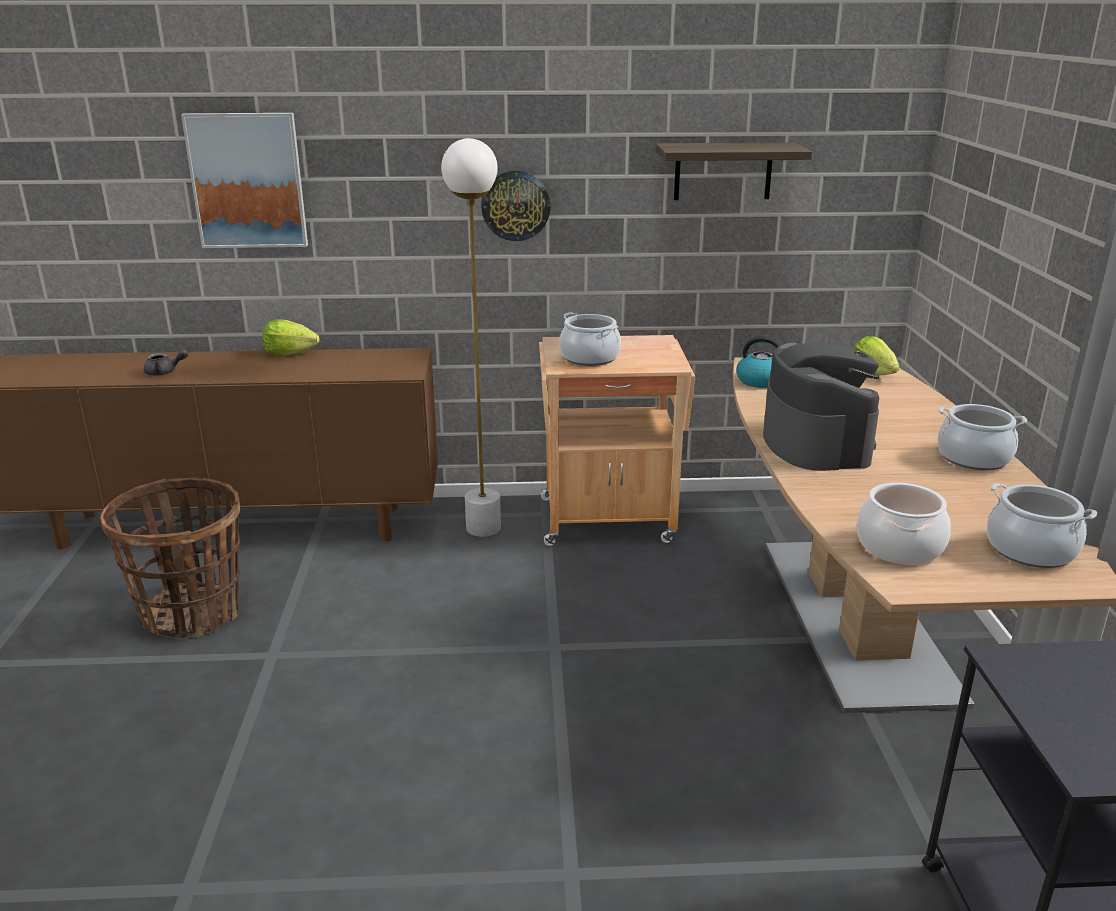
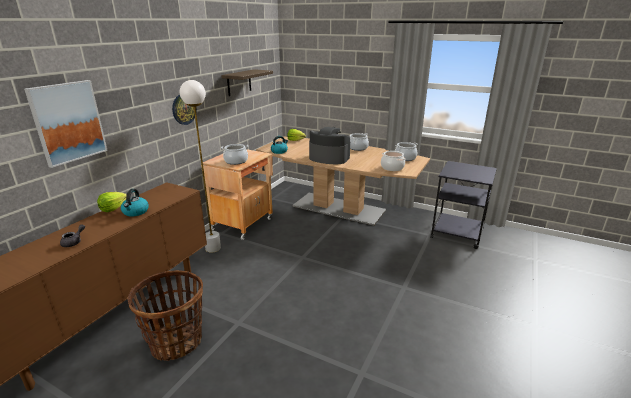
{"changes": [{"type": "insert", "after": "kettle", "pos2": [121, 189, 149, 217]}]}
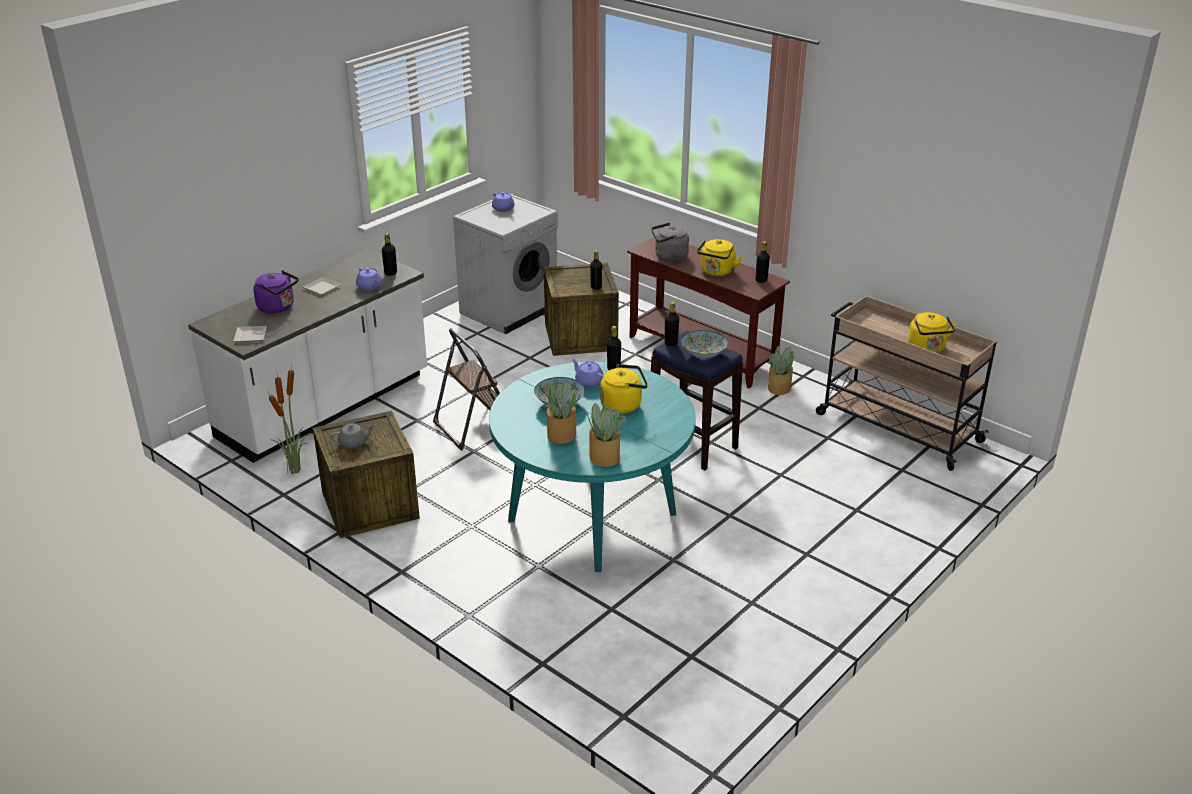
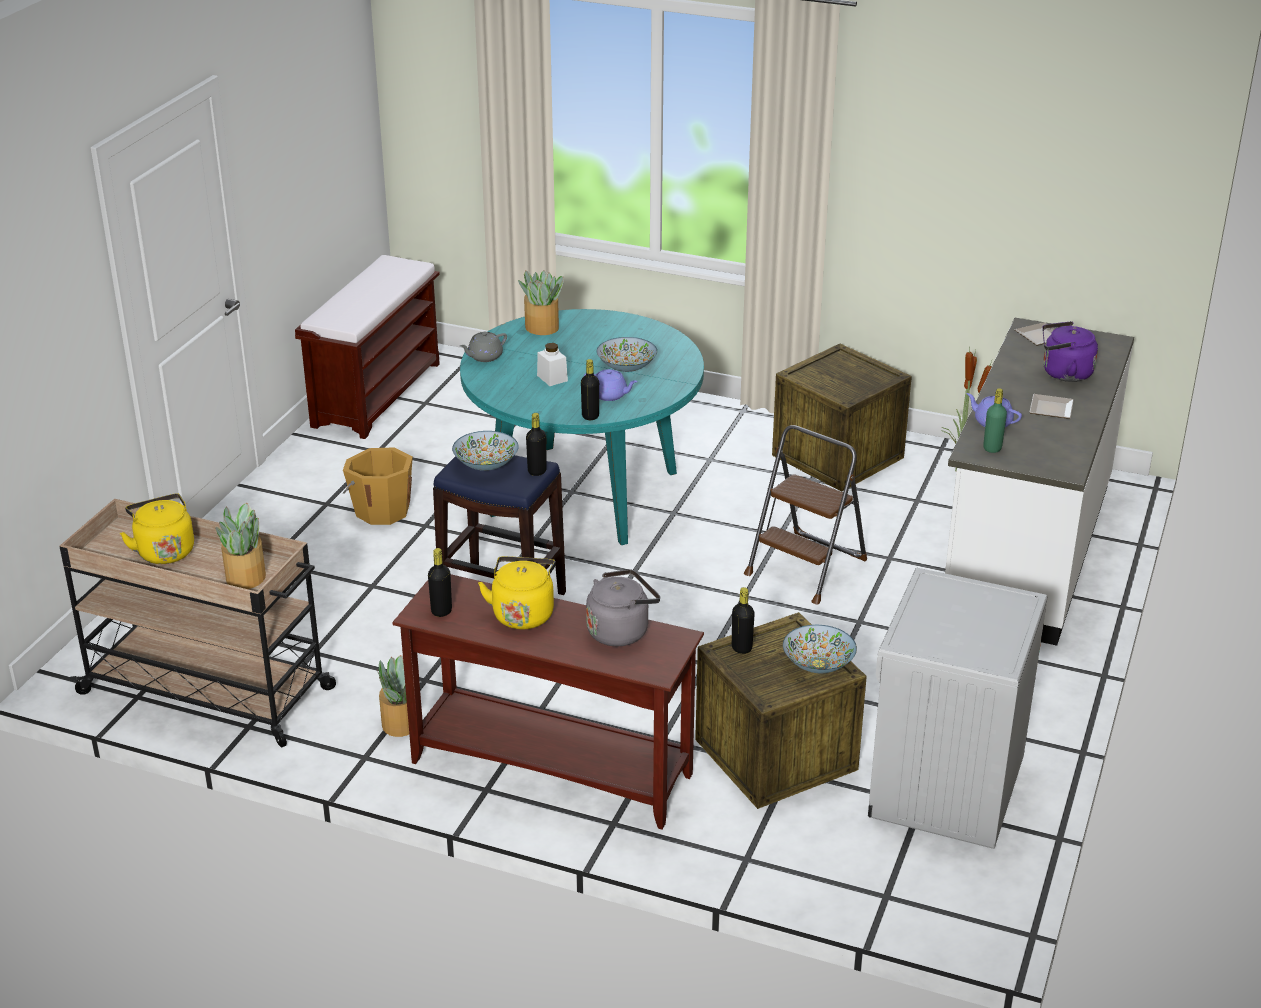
{"changes": [{"type": "delete", "before": "purple-coloured tea pot", "pos1": [492, 192, 514, 212]}, {"type": "insert", "after": "brown indoor bench", "pos2": [295, 255, 440, 439]}, {"type": "insert", "after": "orangey pail", "pos2": [343, 447, 413, 525]}, {"type": "insert", "after": "serving bowl", "pos2": [783, 625, 857, 673]}, {"type": "move", "before": "grey tea pot", "pos1": [330, 423, 376, 449], "pos2": [460, 331, 507, 362]}, {"type": "move", "before": "potted plant", "pos1": [547, 382, 577, 444], "pos2": [215, 503, 266, 589]}, {"type": "replace", "before": "yellow kettle", "after": "white-coloured preserve jar", "pos1": [600, 364, 648, 414], "pos2": [537, 343, 568, 386]}, {"type": "recolor", "before": "black-coloured bottle", "after": "green-coloured bottle", "pos1": [382, 233, 397, 276], "pos2": [983, 388, 1007, 453]}]}
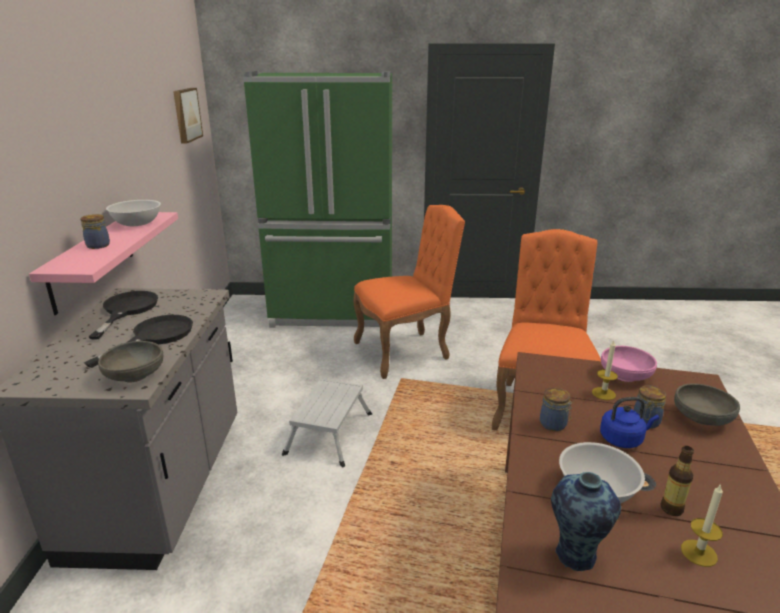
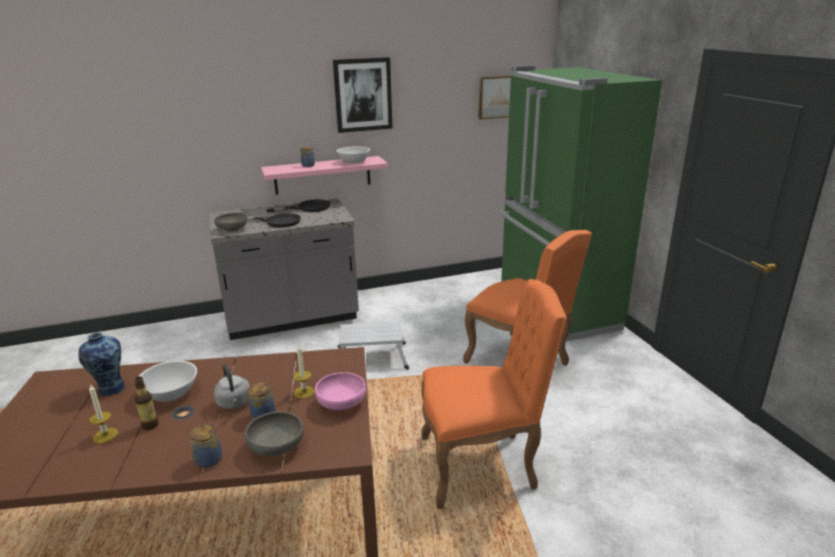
{"changes": [{"type": "insert", "after": "picture", "pos2": [333, 57, 392, 133]}, {"type": "move", "before": "preserve jar", "pos1": [540, 388, 572, 431], "pos2": [190, 424, 222, 468]}, {"type": "recolor", "before": "blue kettle", "after": "grey kettle", "pos1": [600, 397, 659, 448], "pos2": [214, 363, 250, 409]}]}
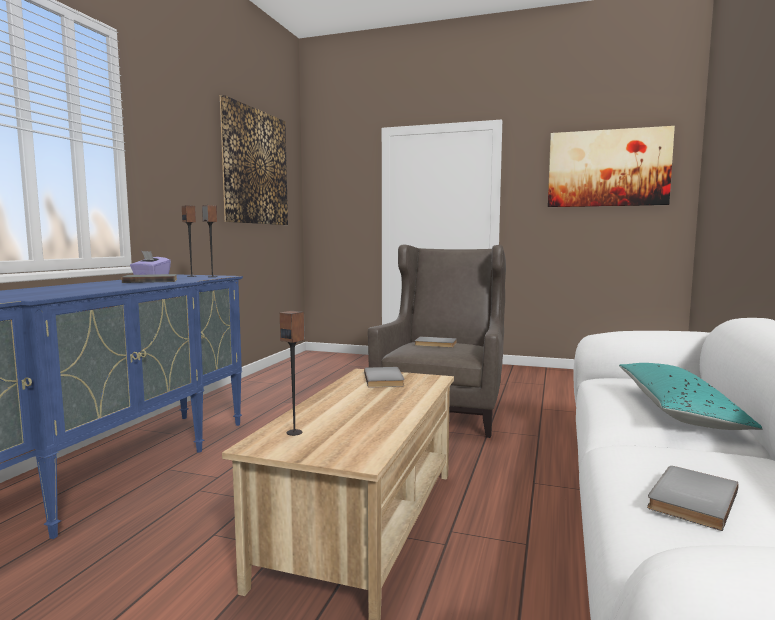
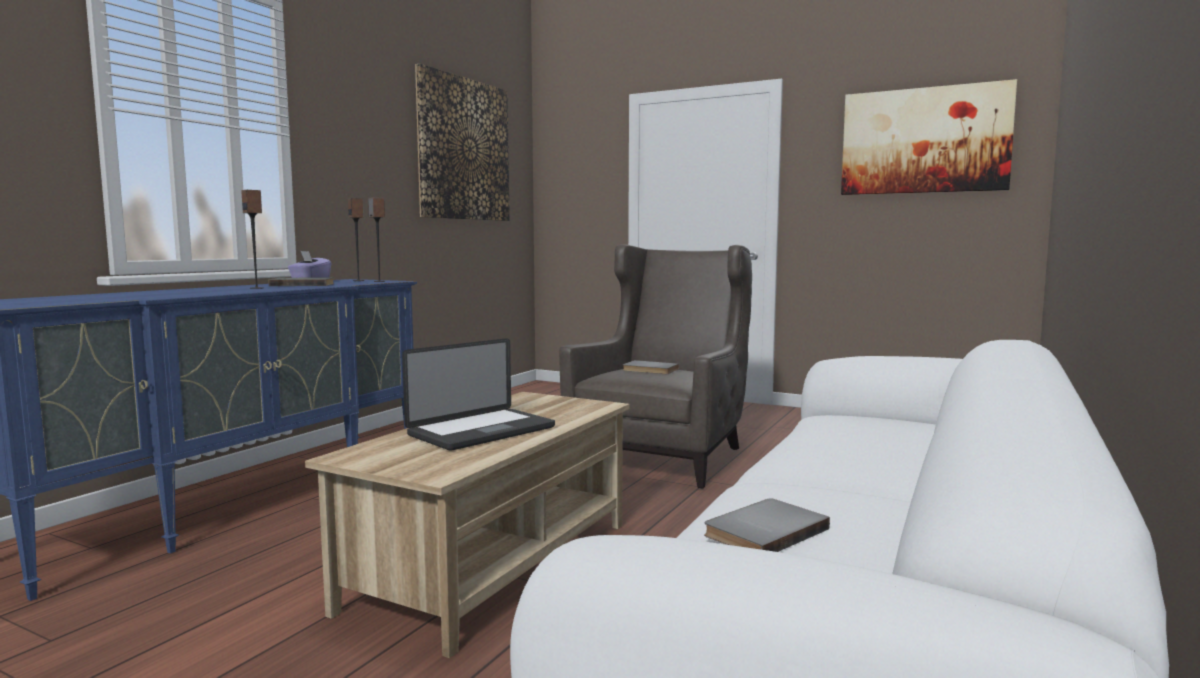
{"changes": [{"type": "delete", "before": "grey book", "pos1": [364, 367, 404, 388]}, {"type": "delete", "before": "turquoise cushion", "pos1": [619, 363, 762, 430]}, {"type": "insert", "after": "portable computer", "pos2": [402, 338, 555, 451]}, {"type": "move", "before": "audio speaker", "pos1": [280, 311, 305, 436], "pos2": [241, 190, 263, 289]}]}
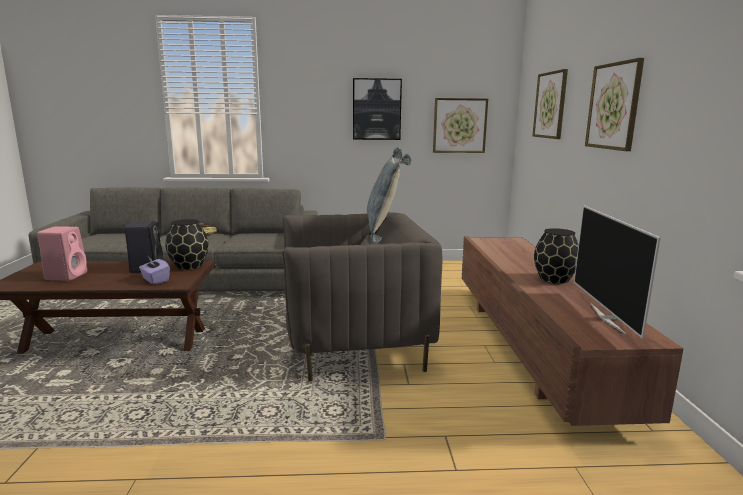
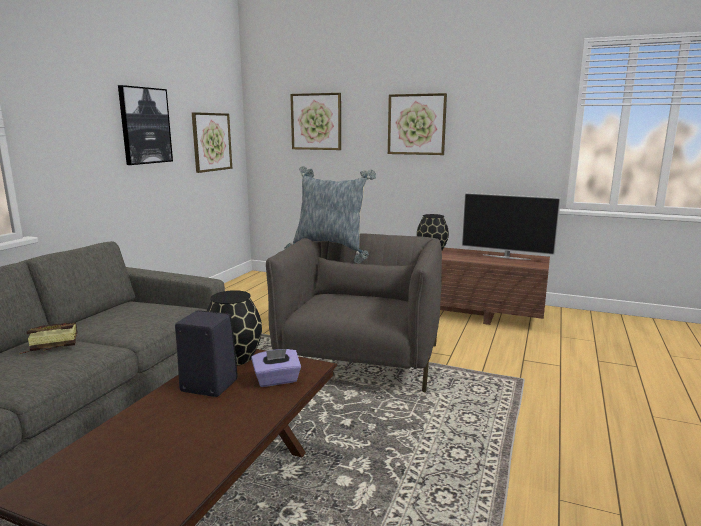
{"changes": [{"type": "delete", "before": "pinkish audio speaker", "pos1": [37, 226, 87, 281]}]}
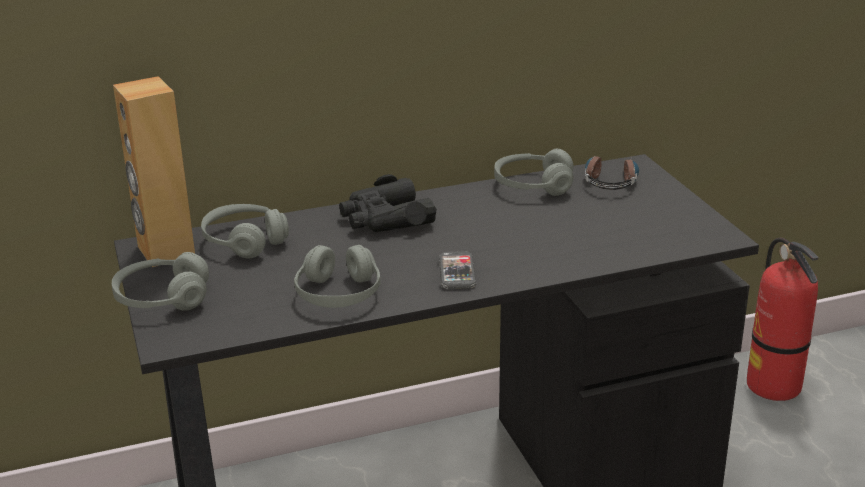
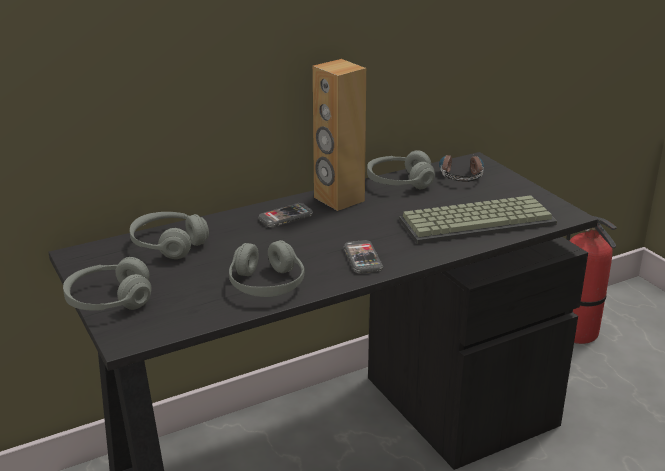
{"changes": [{"type": "insert", "after": "PC keyboard", "pos2": [399, 195, 557, 244]}, {"type": "move", "before": "brown audio speaker", "pos1": [113, 76, 195, 267], "pos2": [313, 59, 366, 211]}, {"type": "replace", "before": "black-coloured binoculars", "after": "handset", "pos1": [339, 174, 437, 232], "pos2": [258, 203, 313, 228]}]}
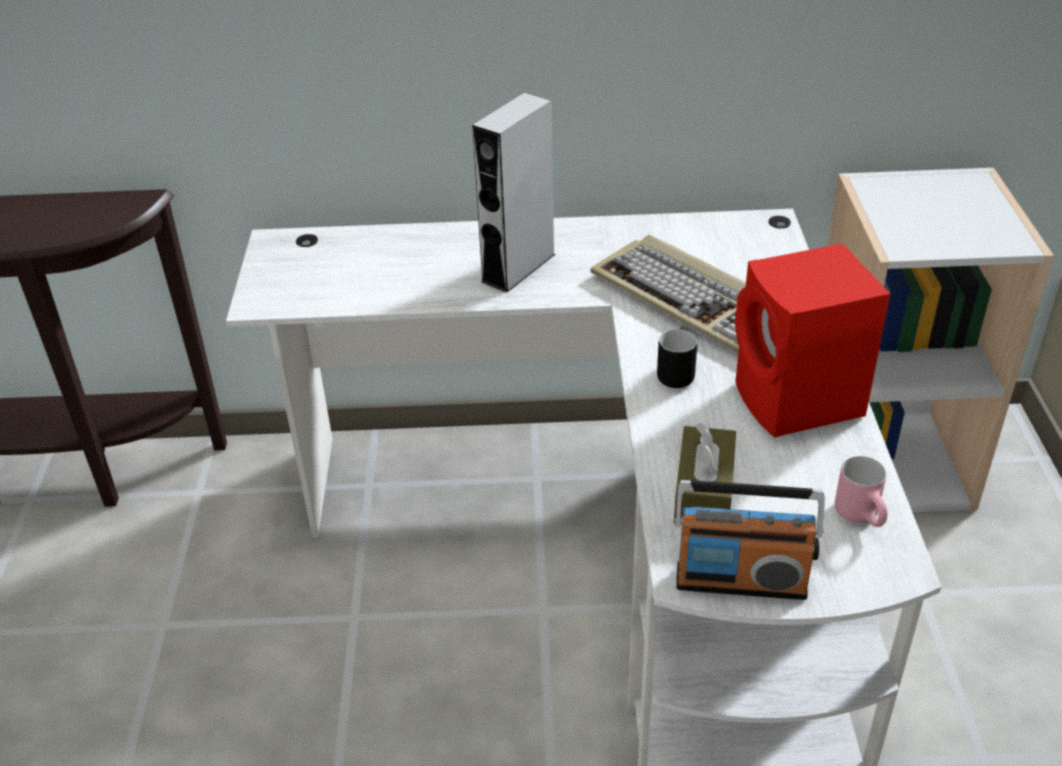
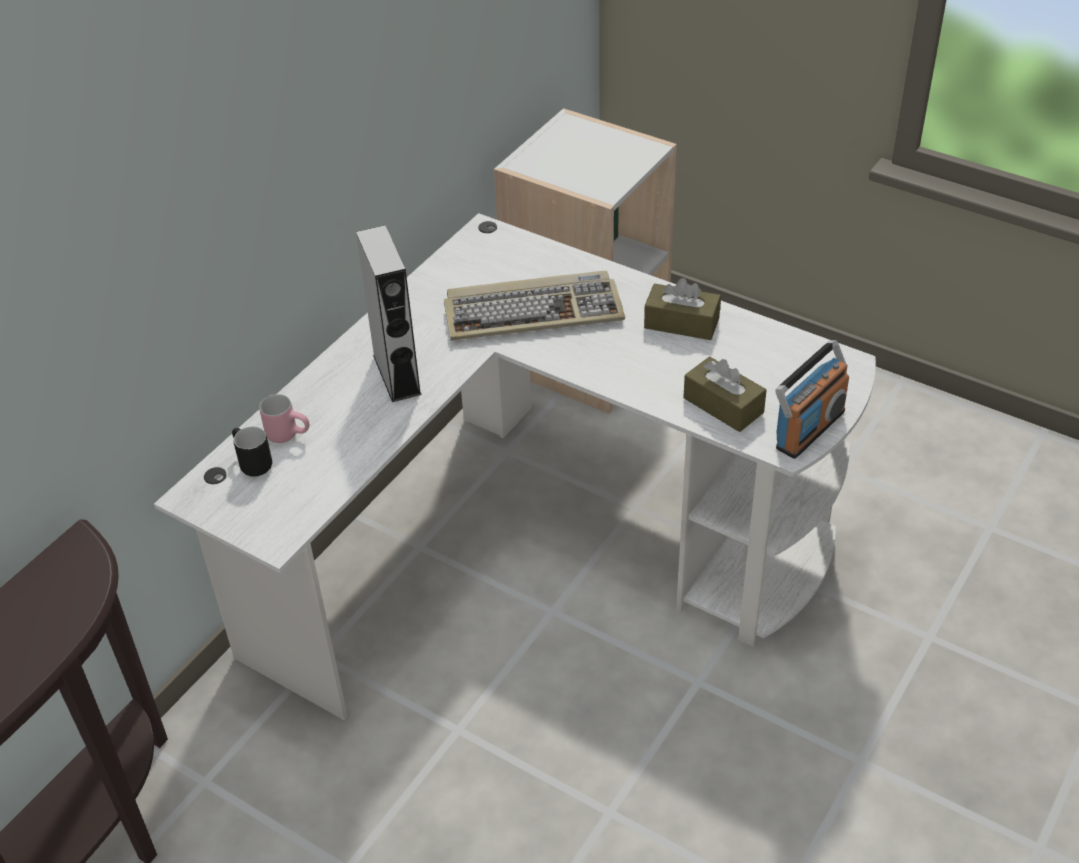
{"changes": [{"type": "move", "before": "black-coloured tea mug", "pos1": [657, 328, 697, 388], "pos2": [232, 427, 272, 476]}, {"type": "move", "before": "pinkish tea mug", "pos1": [835, 456, 888, 527], "pos2": [259, 394, 309, 443]}, {"type": "replace", "before": "red audio speaker", "after": "brown tissue holder", "pos1": [735, 243, 890, 438], "pos2": [644, 278, 721, 340]}]}
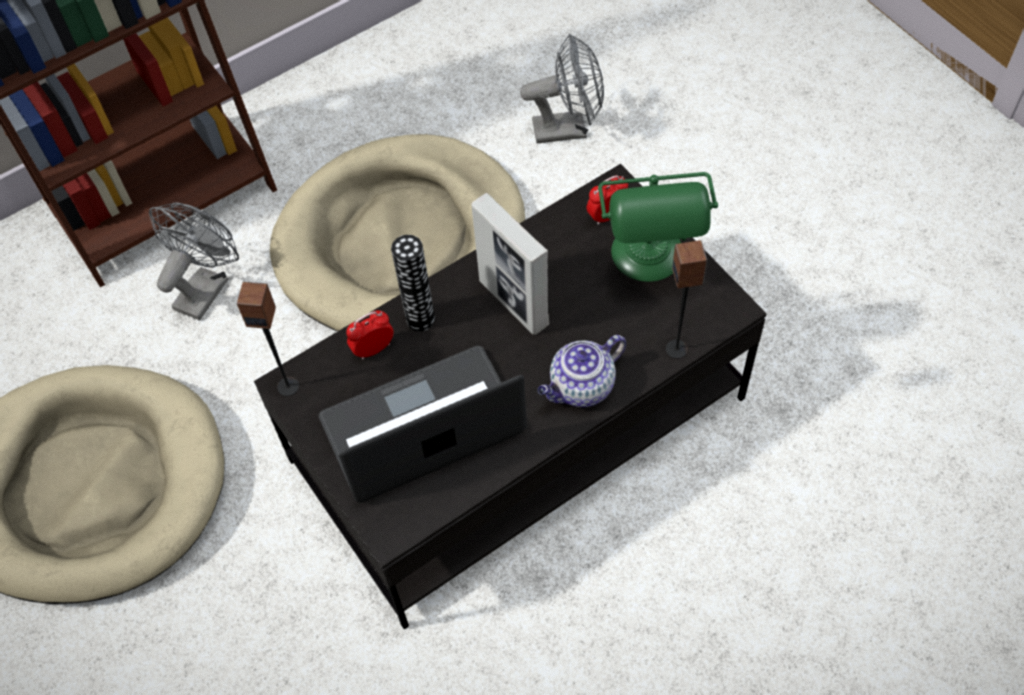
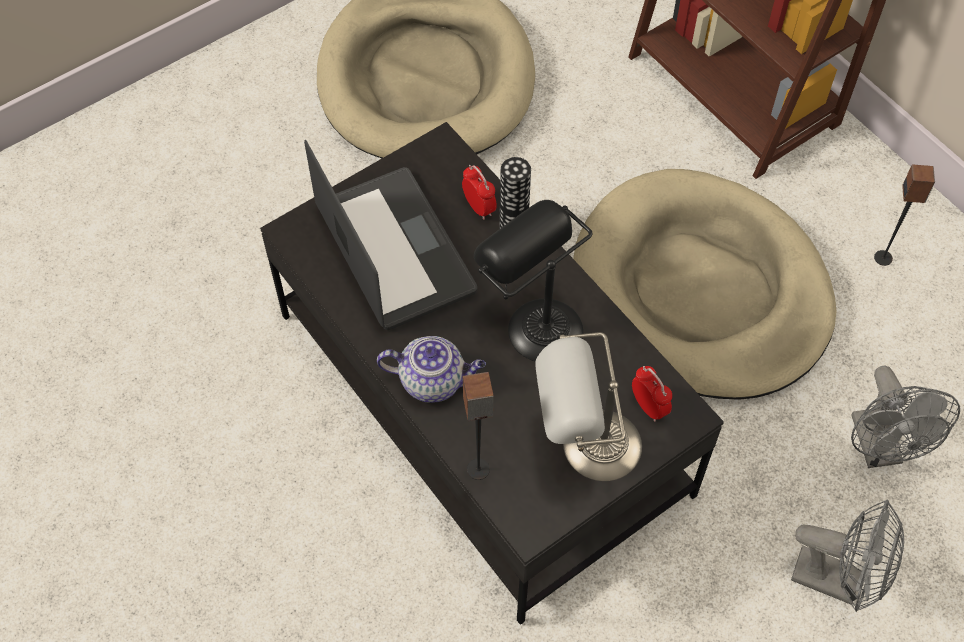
{"changes": [{"type": "move", "before": "grey cooling fan", "pos1": [149, 202, 239, 320], "pos2": [791, 500, 904, 612]}, {"type": "move", "before": "audio speaker", "pos1": [237, 281, 299, 396], "pos2": [874, 164, 935, 266]}, {"type": "replace", "before": "picture frame", "after": "black-coloured table lamp", "pos1": [471, 193, 549, 335], "pos2": [474, 200, 593, 361]}, {"type": "recolor", "before": "green-coloured table lamp", "after": "white-coloured table lamp", "pos1": [598, 172, 718, 282], "pos2": [535, 332, 642, 481]}, {"type": "rotate", "before": "tea pot", "pos1": [538, 335, 626, 407], "pos2": [377, 336, 486, 403], "turn": 135}]}
